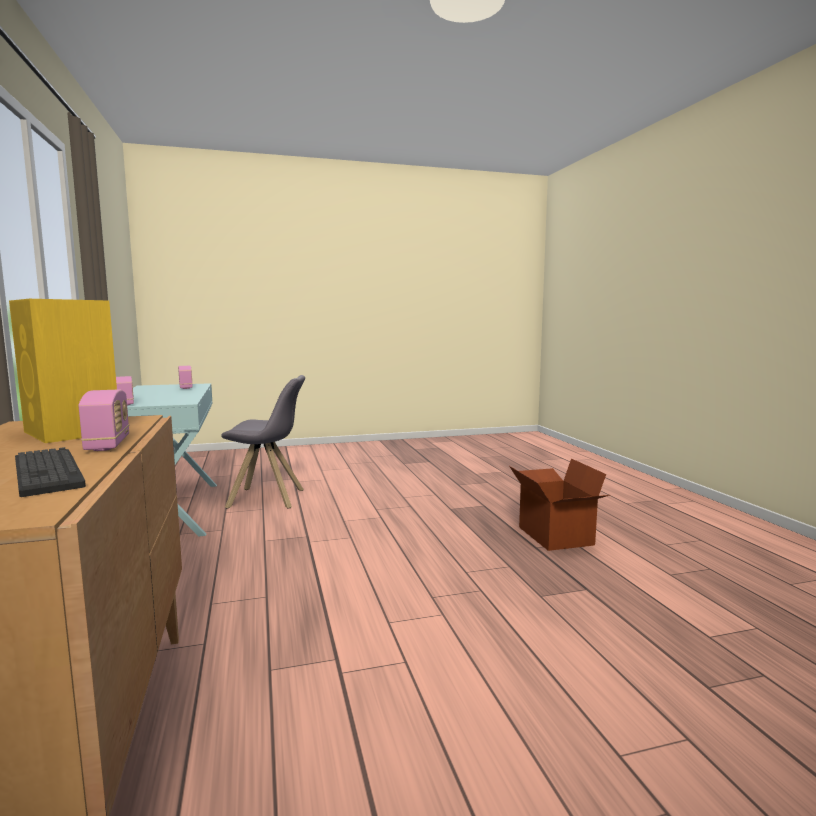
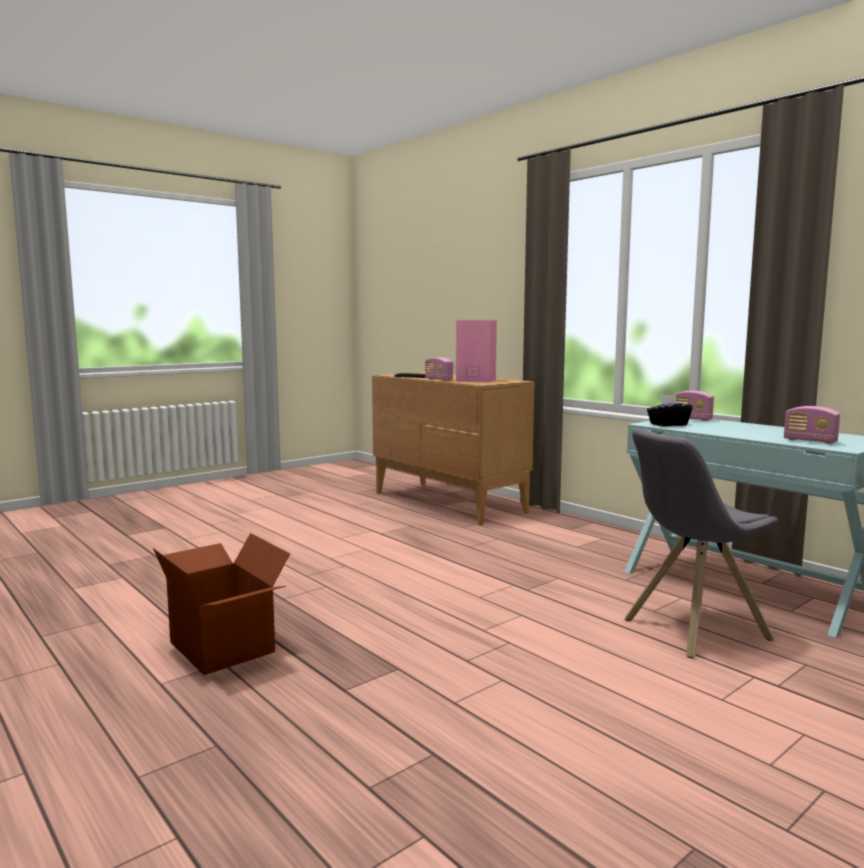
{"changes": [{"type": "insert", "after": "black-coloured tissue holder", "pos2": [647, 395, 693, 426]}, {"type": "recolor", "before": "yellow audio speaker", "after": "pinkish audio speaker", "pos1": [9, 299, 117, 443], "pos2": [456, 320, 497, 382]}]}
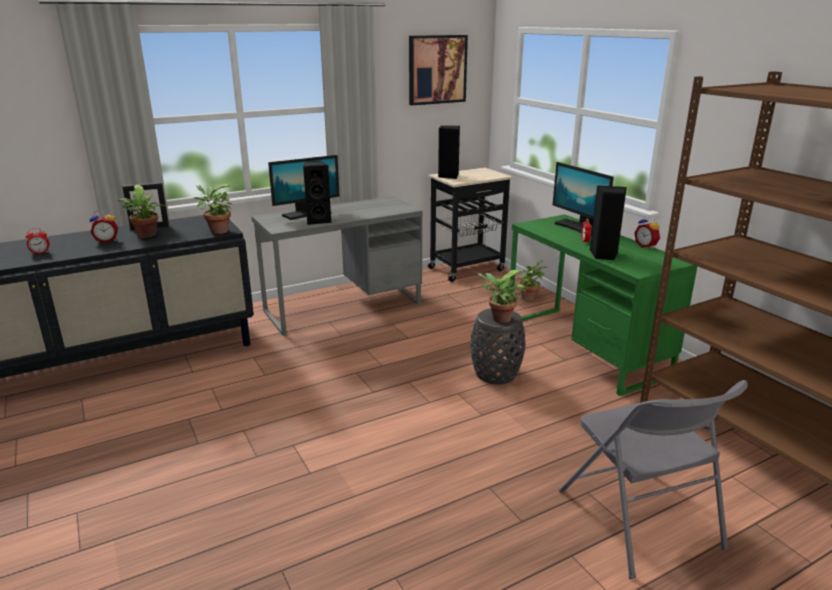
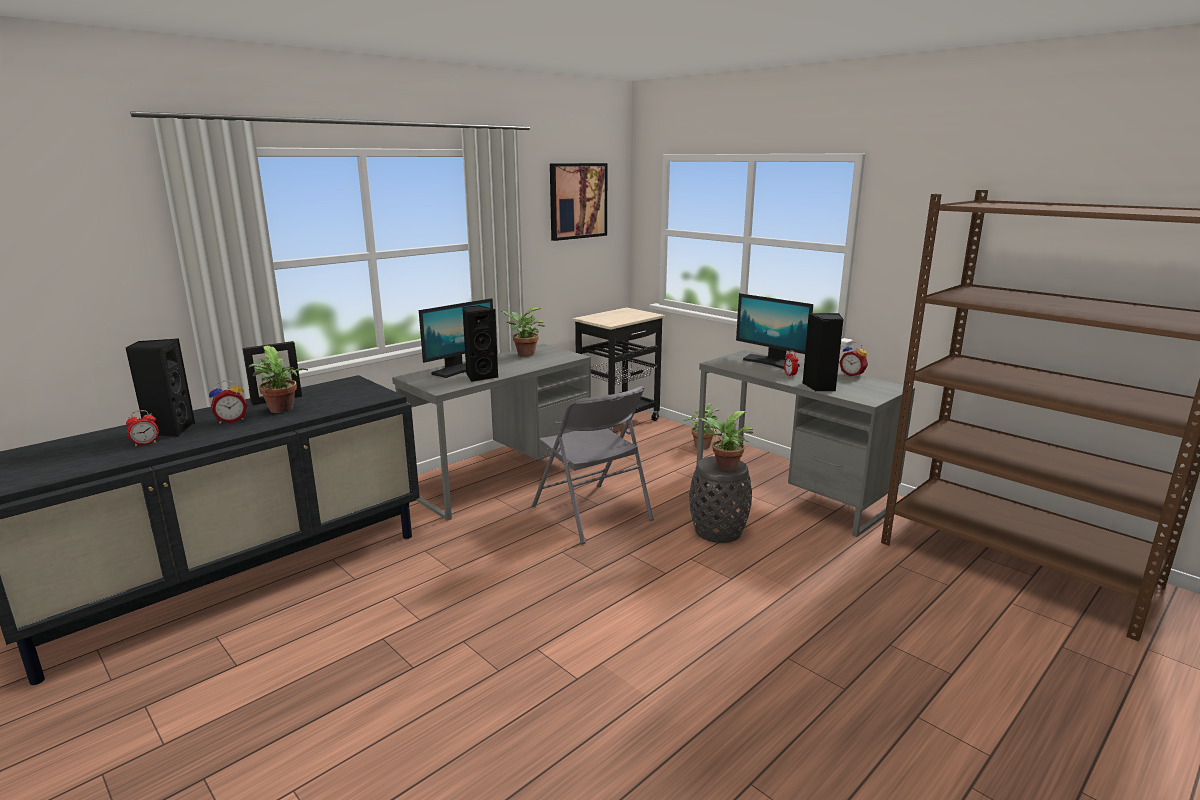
{"changes": [{"type": "move", "before": "potted plant", "pos1": [194, 184, 232, 234], "pos2": [501, 307, 545, 357]}, {"type": "move", "before": "black-coloured audio speaker", "pos1": [438, 126, 460, 179], "pos2": [125, 339, 195, 437]}, {"type": "move", "before": "grey plain chair", "pos1": [559, 380, 748, 580], "pos2": [532, 386, 654, 545]}, {"type": "recolor", "before": "green-coloured desk unit", "after": "grey desk unit", "pos1": [509, 214, 697, 396], "pos2": [697, 350, 915, 537]}]}
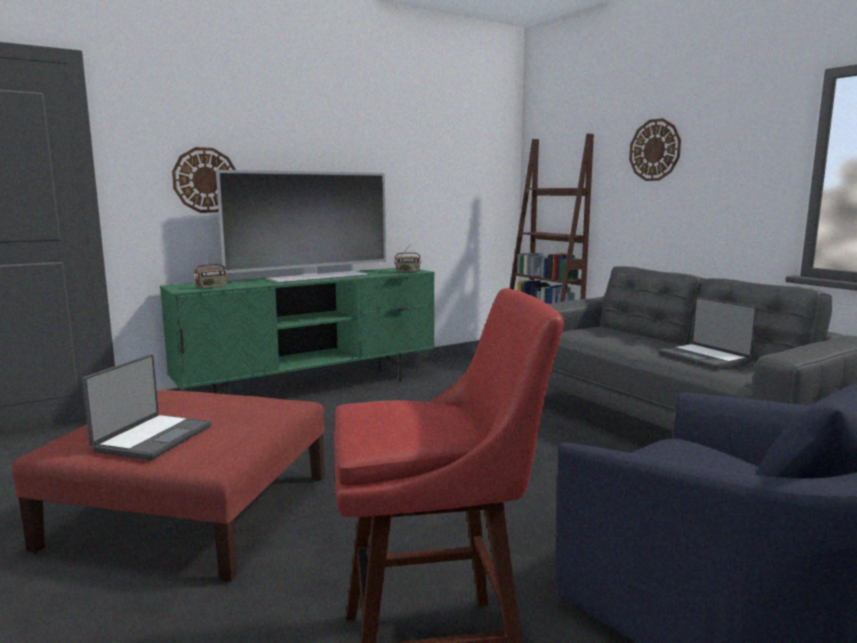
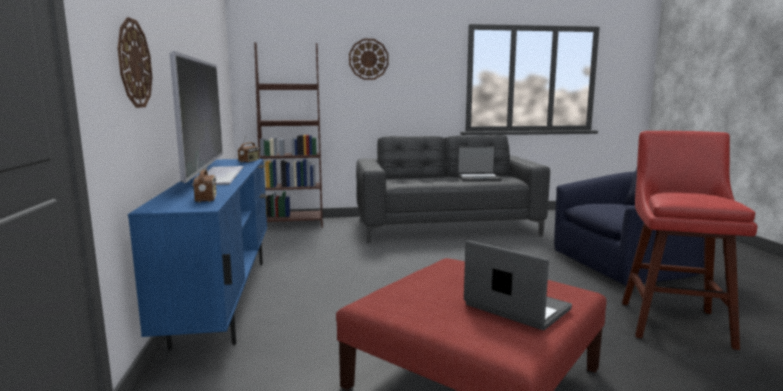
{"changes": [{"type": "recolor", "before": "green-coloured tv unit", "after": "blue tv unit", "pos1": [160, 268, 435, 395], "pos2": [128, 159, 267, 350]}]}
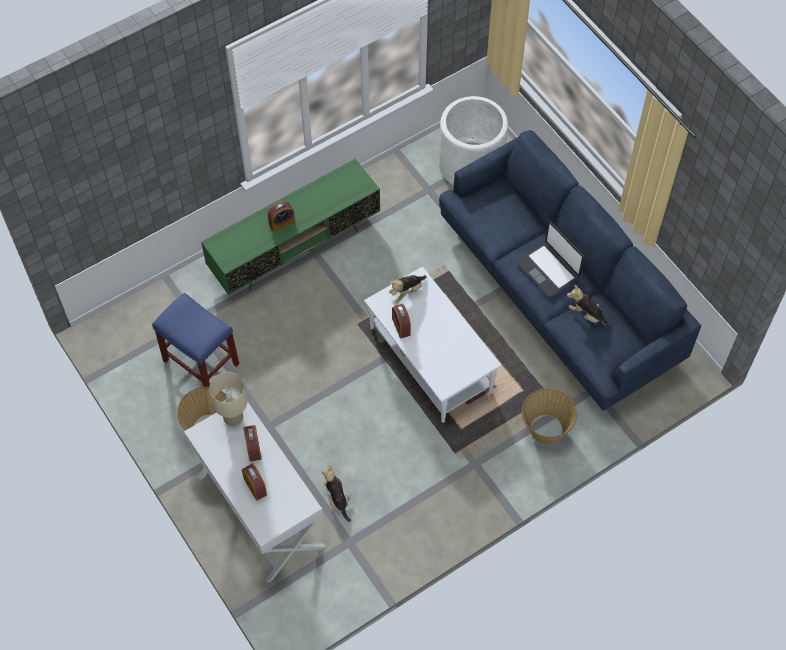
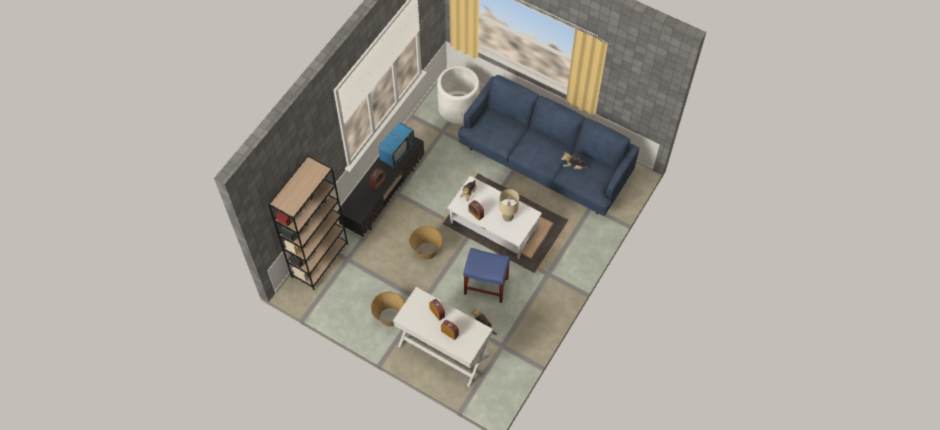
{"changes": [{"type": "delete", "before": "portable computer", "pos1": [516, 221, 584, 298]}, {"type": "insert", "after": "beige-coloured shelving unit", "pos2": [268, 156, 348, 290]}, {"type": "insert", "after": "TV", "pos2": [378, 121, 415, 168]}, {"type": "move", "before": "blue stool seat", "pos1": [152, 292, 239, 389], "pos2": [463, 248, 510, 303]}, {"type": "move", "before": "beige-coloured table lamp", "pos1": [209, 372, 247, 426], "pos2": [499, 189, 519, 222]}, {"type": "move", "before": "basket", "pos1": [522, 388, 577, 444], "pos2": [409, 226, 443, 260]}, {"type": "recolor", "before": "green-coloured tv unit", "after": "black-coloured tv unit", "pos1": [201, 159, 380, 295], "pos2": [337, 136, 424, 237]}]}
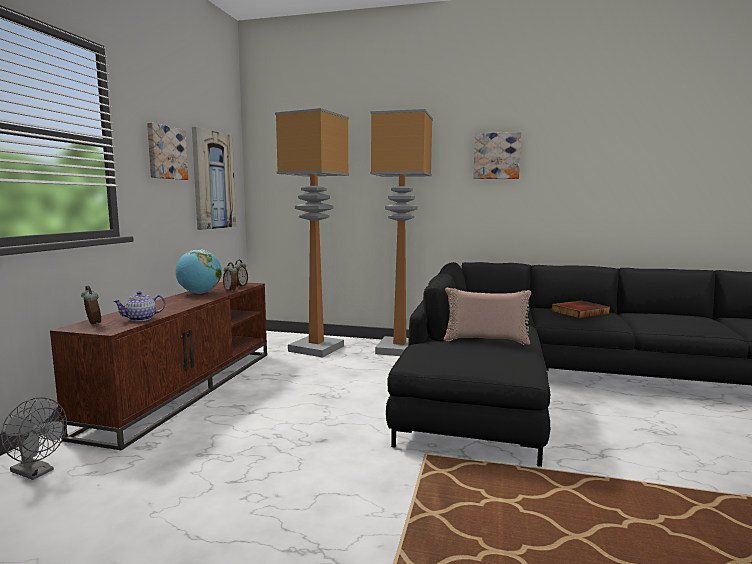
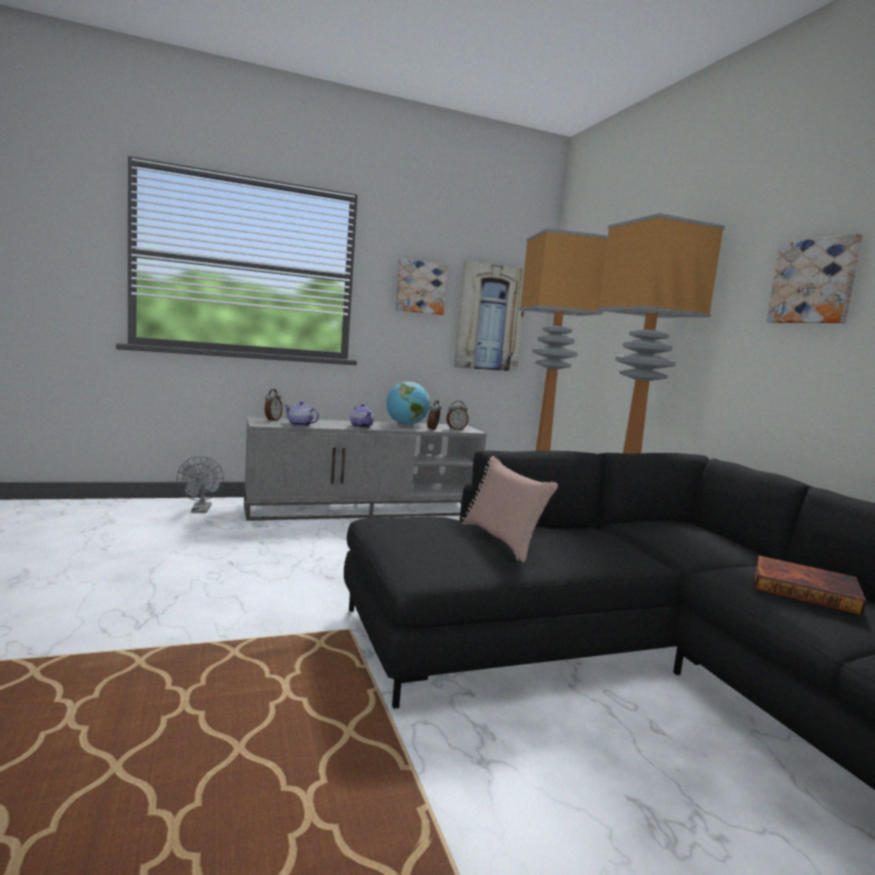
{"changes": [{"type": "insert", "after": "tea pot", "pos2": [350, 404, 374, 428]}, {"type": "recolor", "before": "brown tv unit", "after": "grey tv unit", "pos1": [50, 282, 267, 450], "pos2": [244, 417, 487, 521]}]}
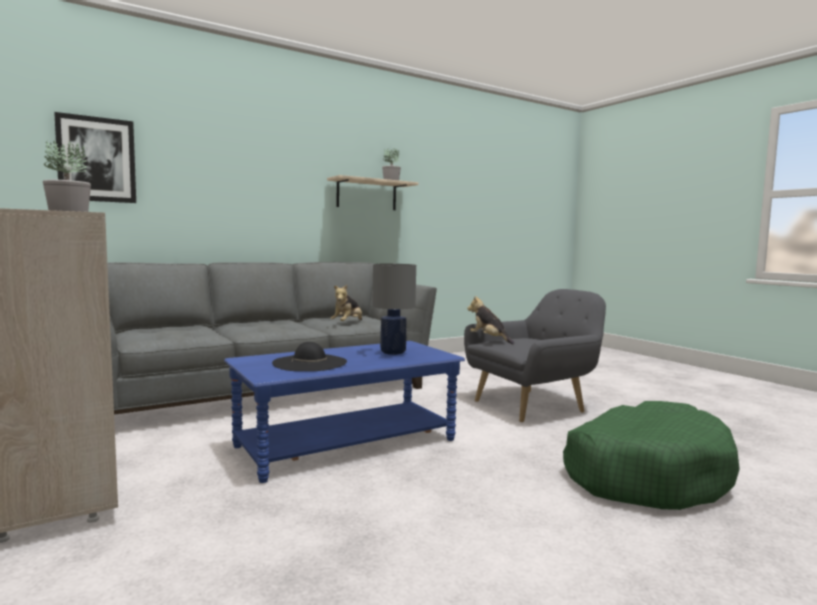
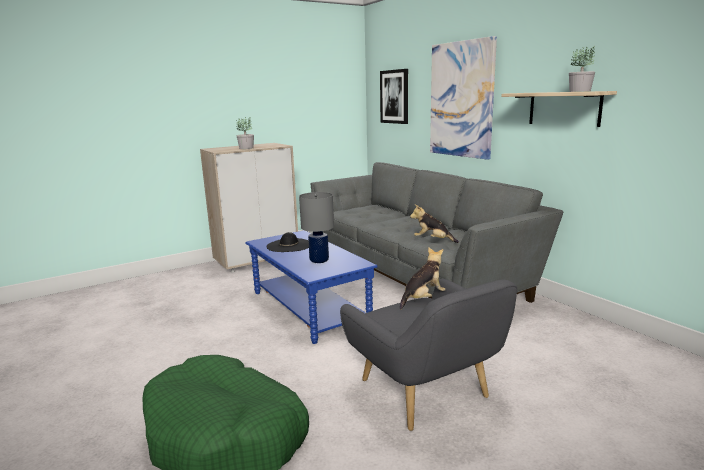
{"changes": [{"type": "insert", "after": "picture", "pos2": [430, 36, 497, 160]}]}
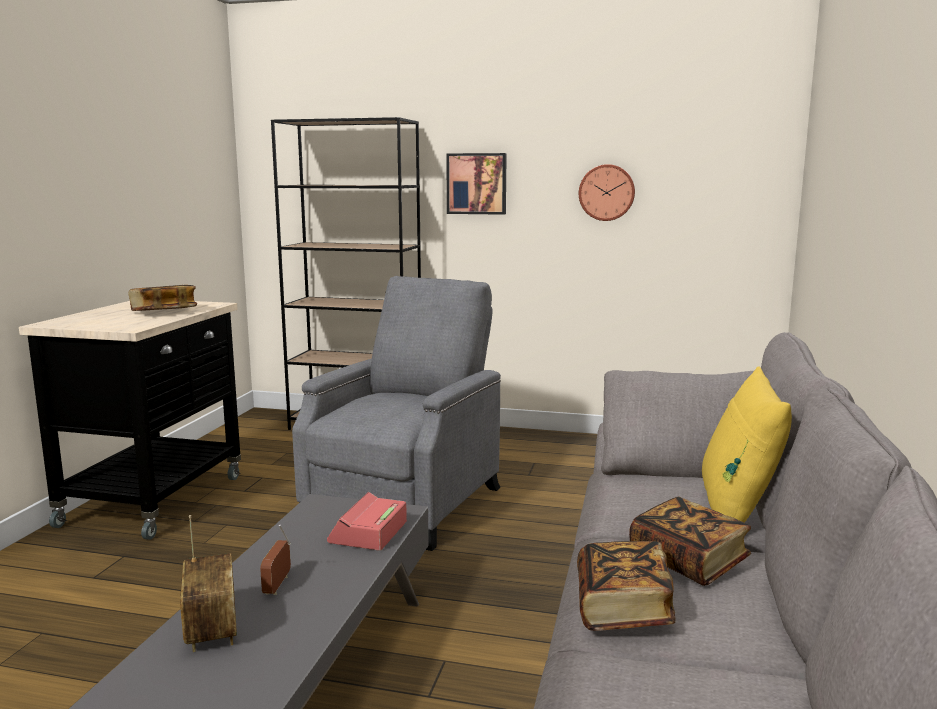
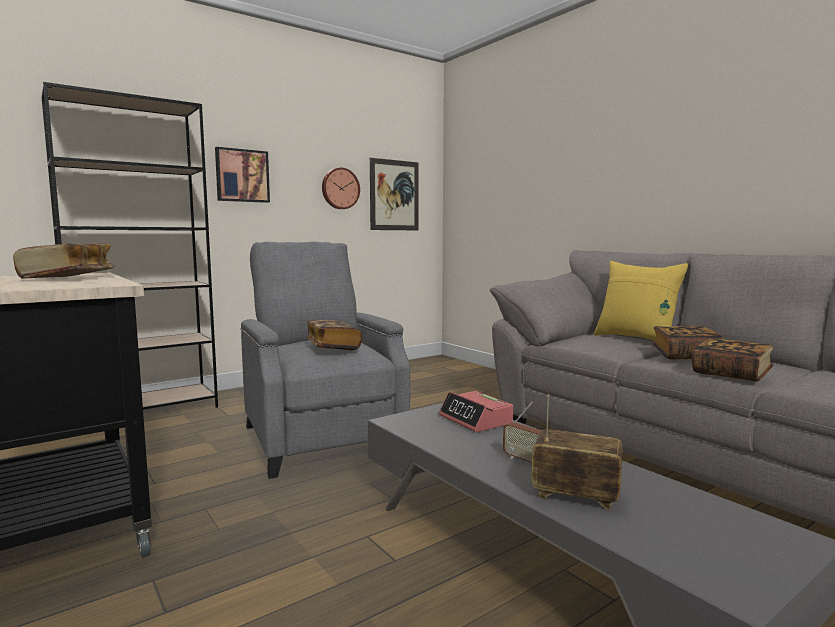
{"changes": [{"type": "insert", "after": "book", "pos2": [306, 320, 362, 350]}, {"type": "insert", "after": "picture", "pos2": [370, 158, 418, 230]}]}
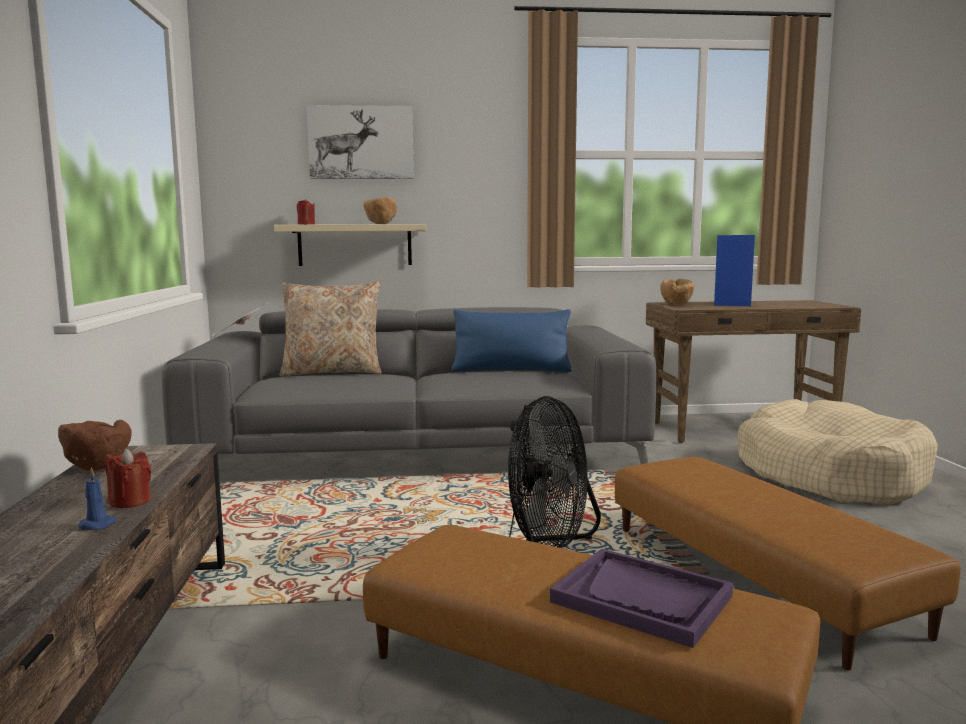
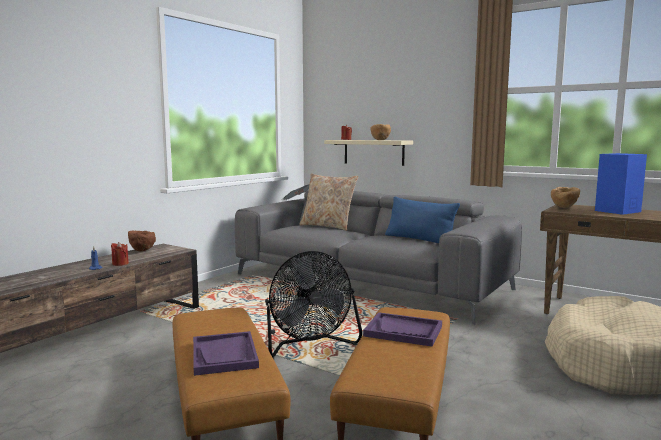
{"changes": [{"type": "delete", "before": "picture", "pos1": [307, 105, 414, 179]}, {"type": "insert", "after": "purple-coloured tray", "pos2": [363, 312, 442, 347]}]}
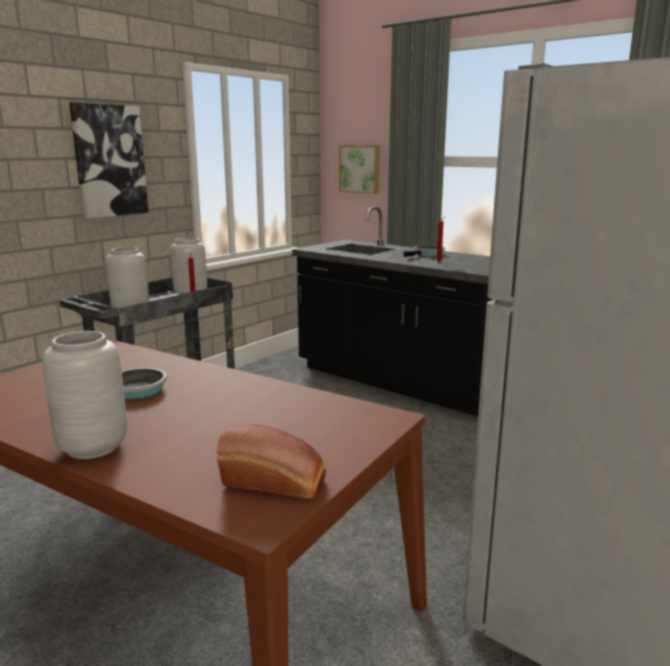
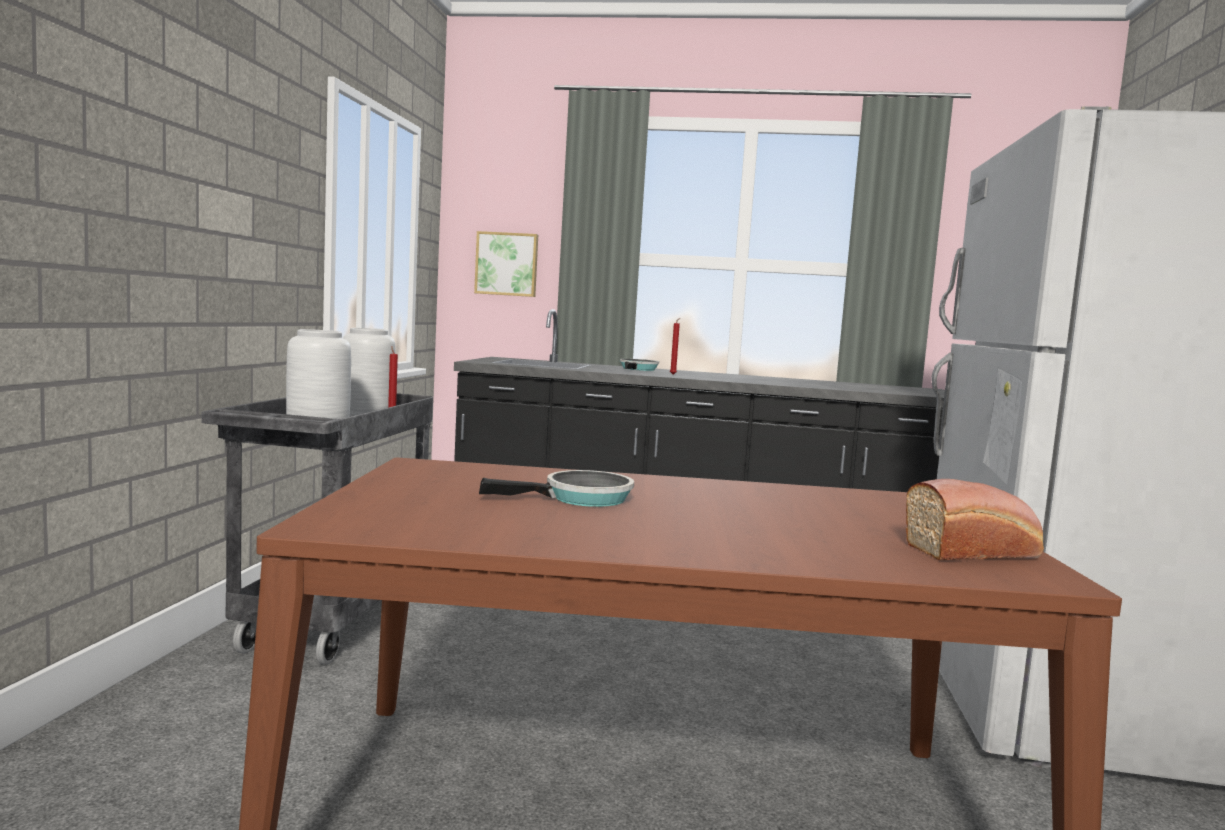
{"changes": [{"type": "delete", "before": "grey decorative vase", "pos1": [42, 331, 127, 459]}, {"type": "delete", "before": "picture", "pos1": [69, 102, 149, 219]}]}
